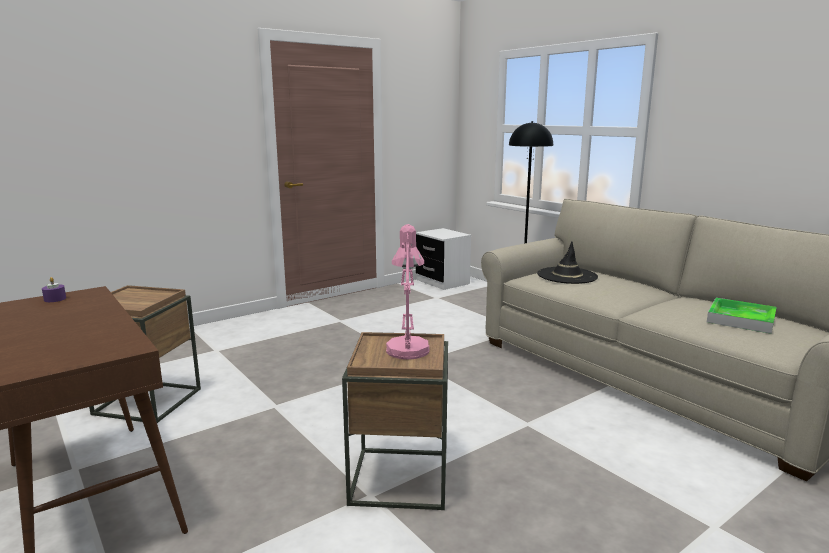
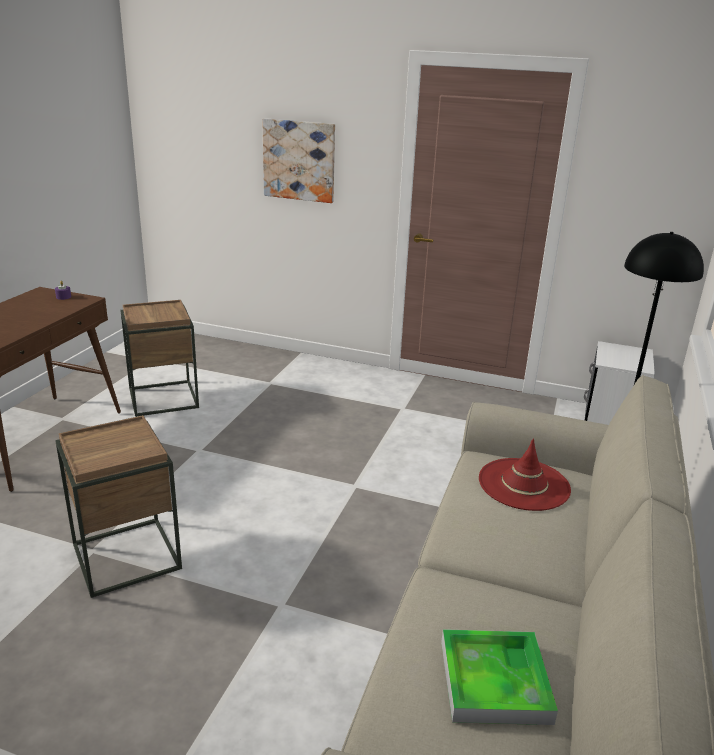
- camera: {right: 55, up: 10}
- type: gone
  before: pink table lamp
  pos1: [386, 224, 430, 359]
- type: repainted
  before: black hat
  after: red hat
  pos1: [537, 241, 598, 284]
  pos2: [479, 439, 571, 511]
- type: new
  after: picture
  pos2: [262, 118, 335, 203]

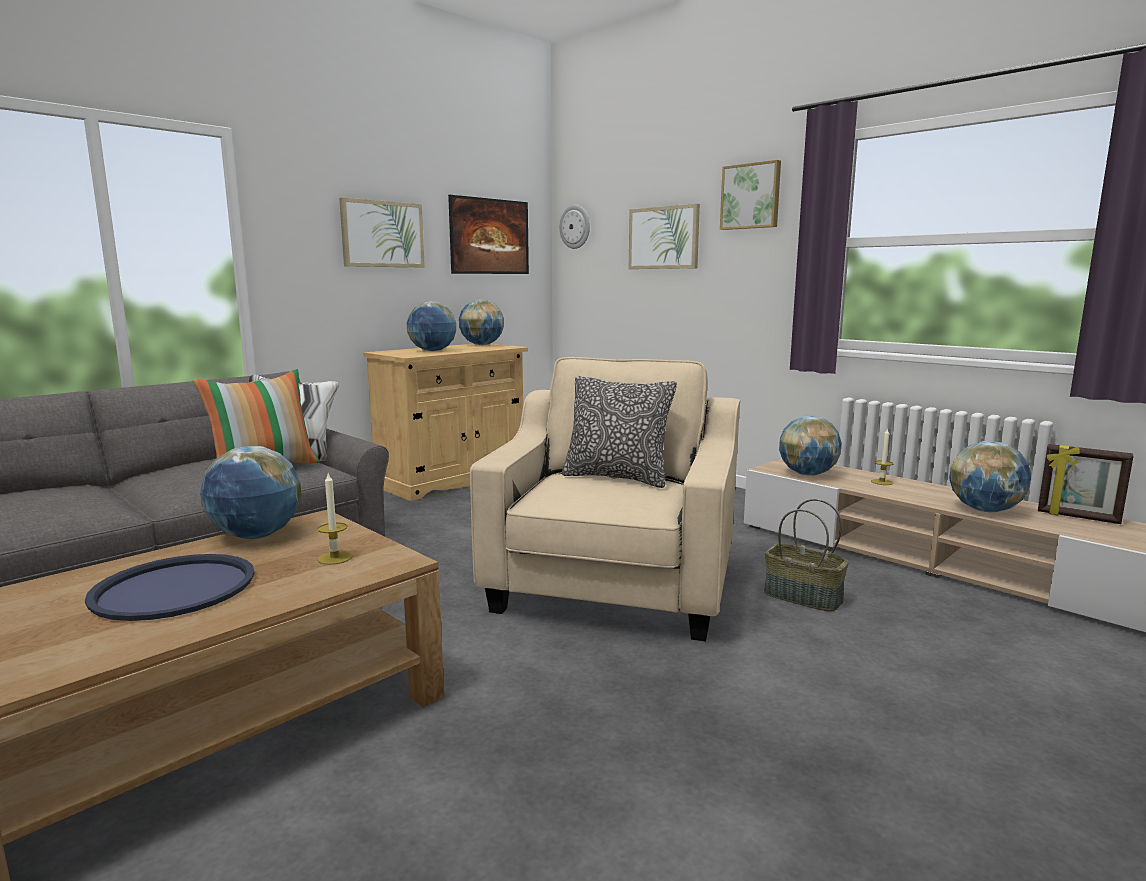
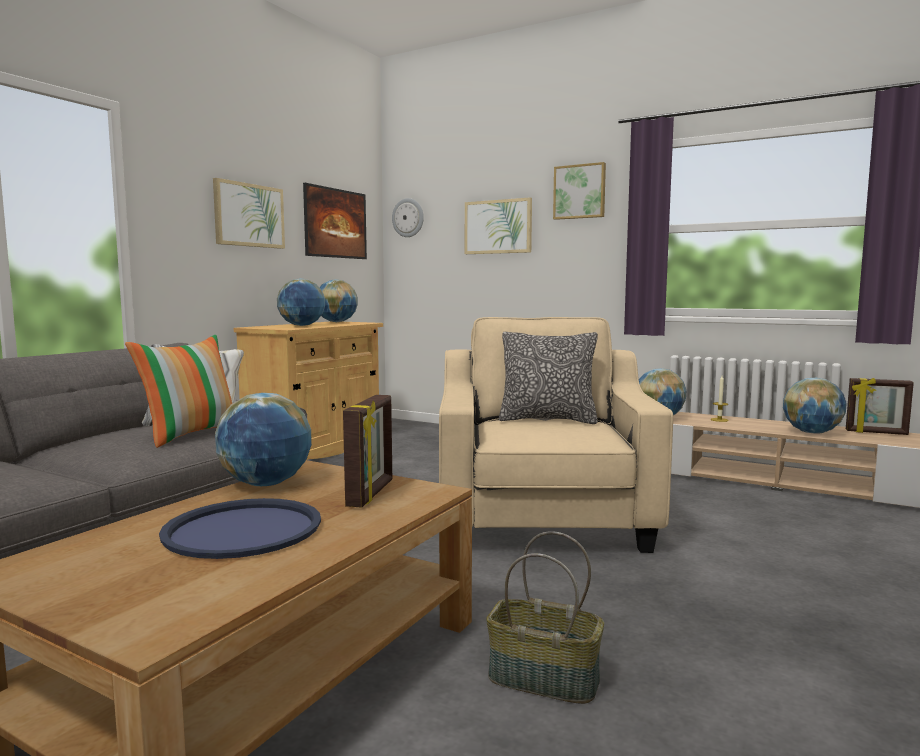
- camera: {right: -15, up: -5}
- type: swapped
  before: candle
  after: picture frame
  pos1: [317, 473, 352, 565]
  pos2: [343, 395, 392, 508]
- type: shifted
  before: basket
  pos1: [764, 499, 849, 612]
  pos2: [486, 531, 604, 704]

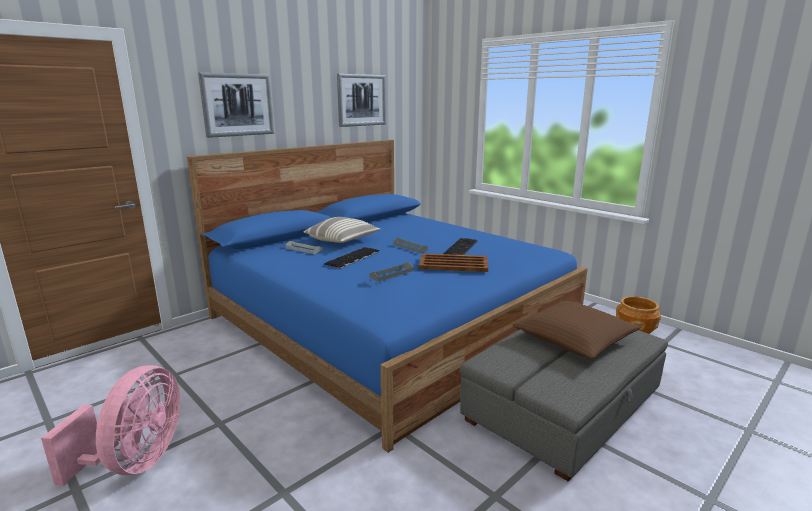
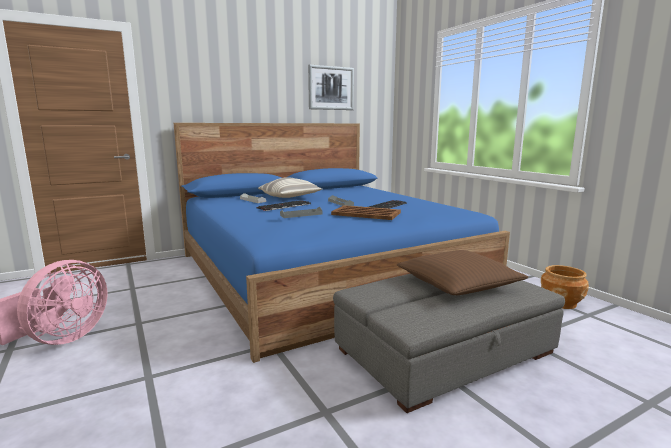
- camera: {right: 15, up: -5}
- type: gone
  before: picture
  pos1: [198, 73, 274, 138]

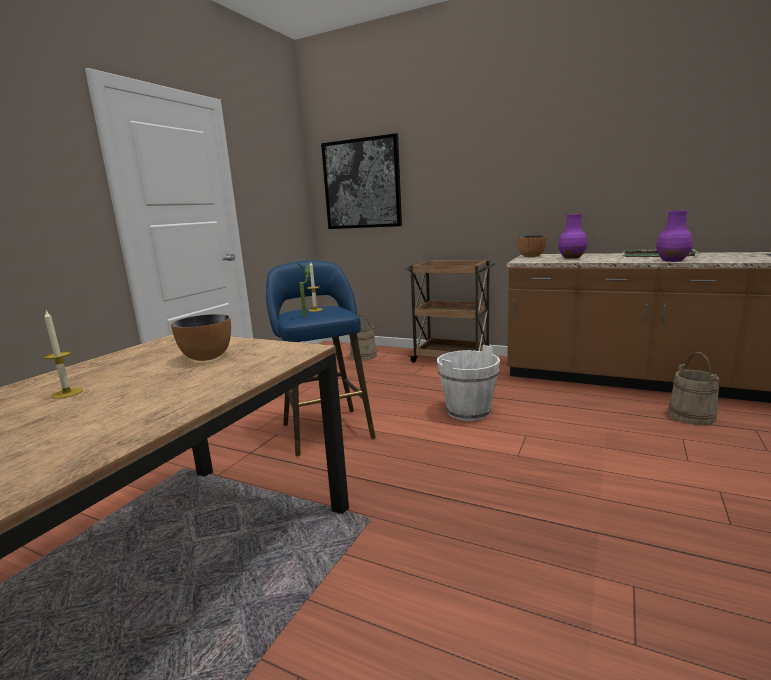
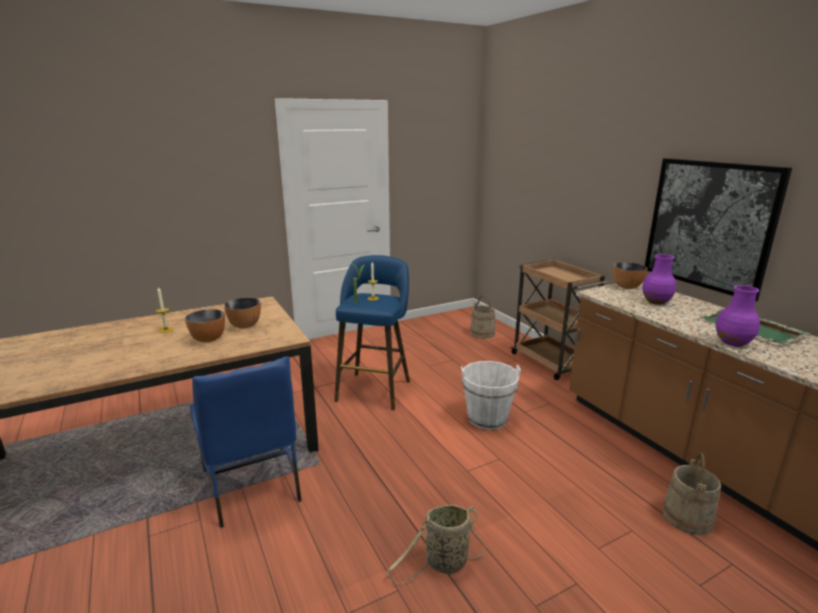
- camera: {right: 35, up: 5}
- type: shifted
  before: picture
  pos1: [321, 133, 402, 229]
  pos2: [645, 158, 792, 302]
- type: new
  after: bowl
  pos2: [185, 309, 225, 342]
- type: new
  after: blue chair
  pos2: [190, 357, 302, 528]
- type: new
  after: basket
  pos2: [387, 504, 486, 583]

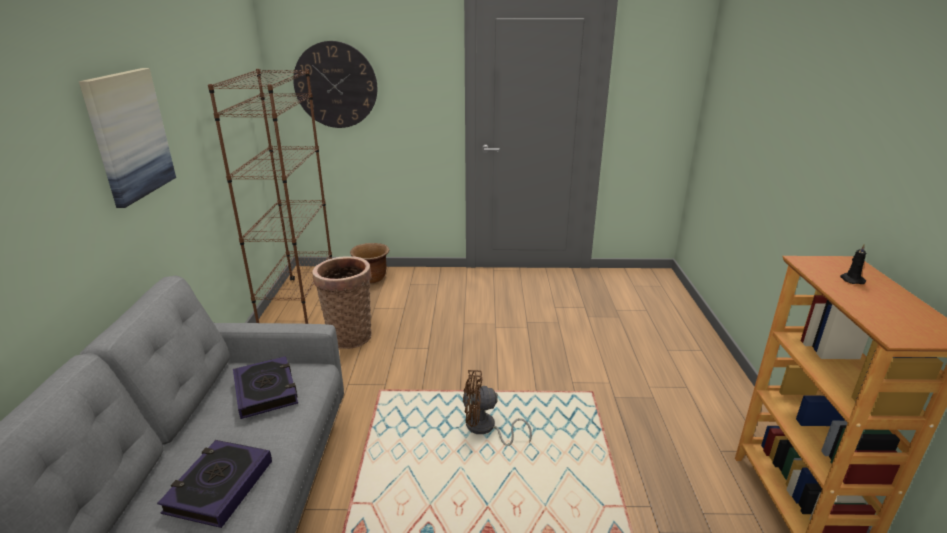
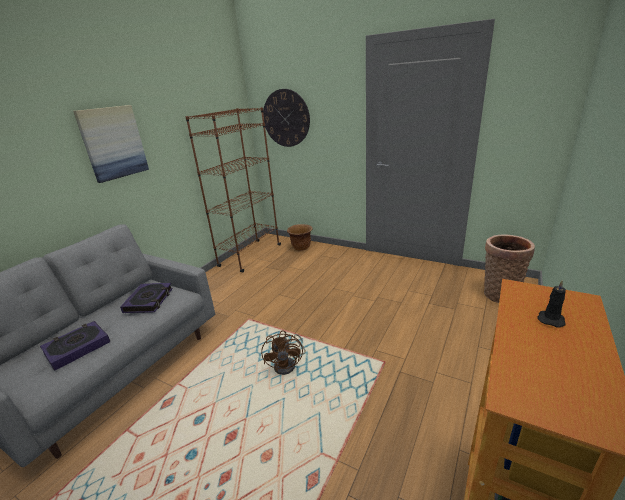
- camera: {right: 30, up: 0}
- type: shifted
  before: basket
  pos1: [312, 256, 372, 349]
  pos2: [484, 234, 535, 303]
- type: rotated
  before: brown fan
  pos1: [463, 370, 532, 446]
  pos2: [261, 330, 306, 375]
  turn: -120

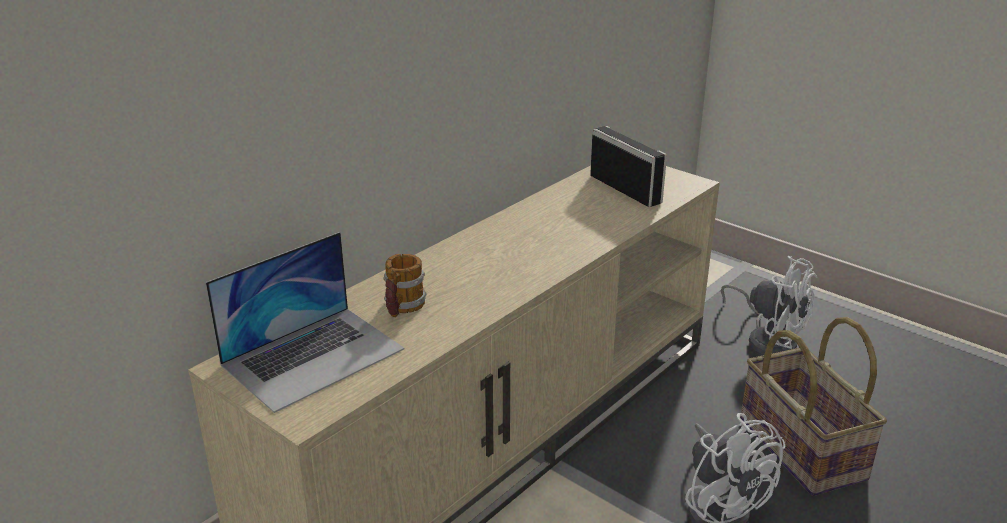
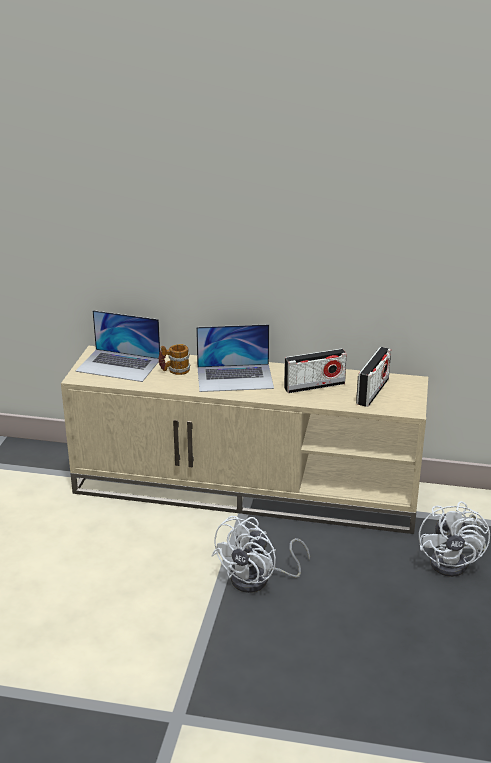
- camera: {right: 60, up: 0}
- type: gone
  before: basket
  pos1: [740, 317, 887, 496]
- type: new
  after: laptop
  pos2: [196, 324, 274, 392]
- type: new
  after: radio
  pos2: [284, 349, 347, 393]

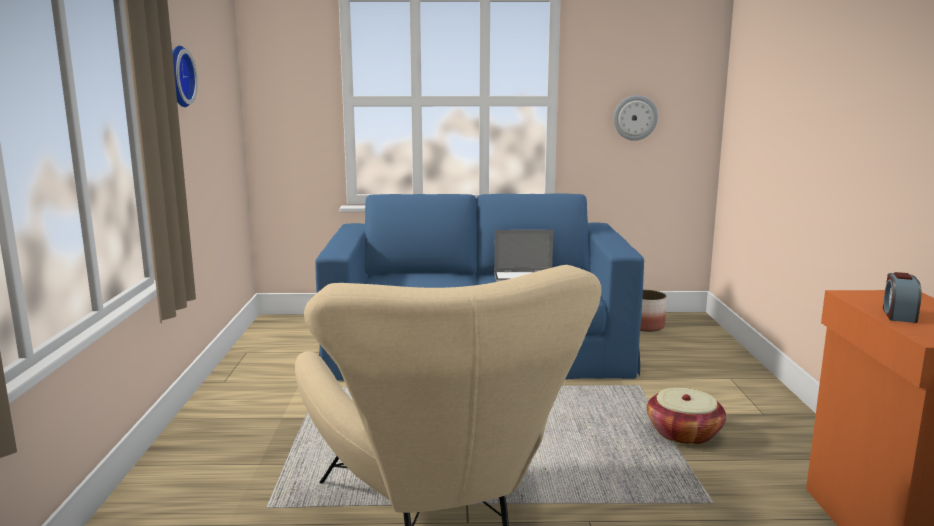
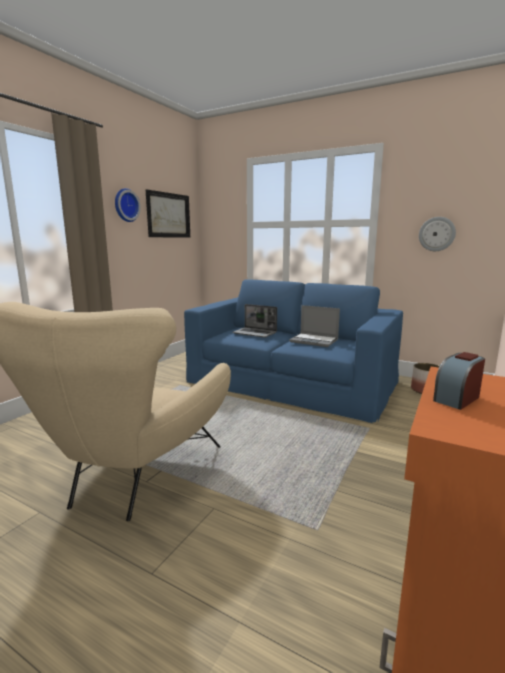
- camera: {right: 30, up: 0}
- type: gone
  before: basket
  pos1: [647, 388, 726, 445]
- type: new
  after: picture
  pos2: [146, 190, 190, 238]
- type: new
  after: laptop
  pos2: [232, 304, 277, 338]

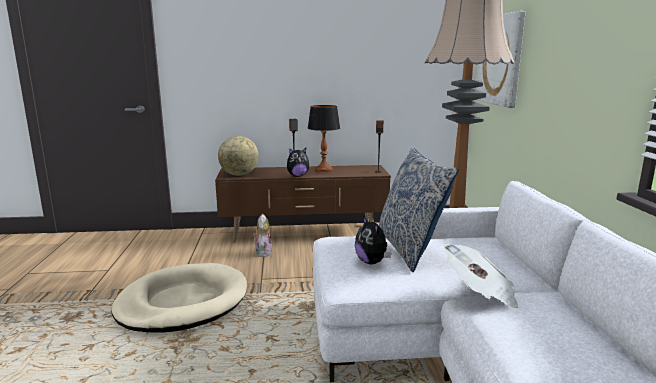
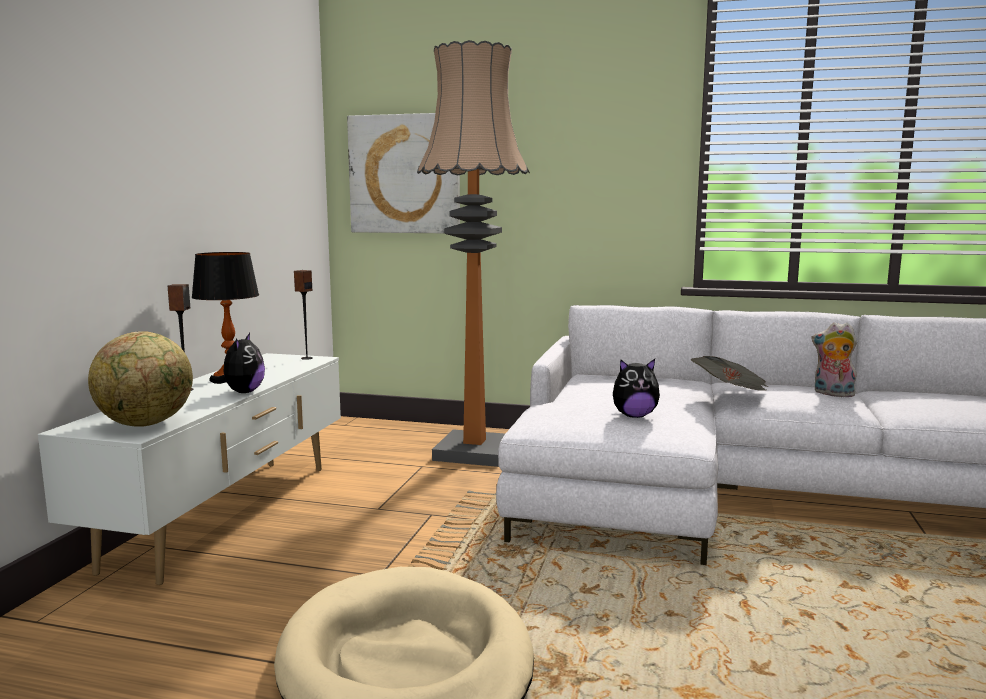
- camera: {right: -70, up: -5}
- type: repainted
  before: brown tv stand
  after: white tv stand
  pos1: [215, 165, 391, 242]
  pos2: [38, 353, 341, 585]
- type: shifted
  before: plush toy
  pos1: [253, 214, 272, 257]
  pos2: [811, 322, 857, 397]
- type: gone
  before: pillow
  pos1: [379, 147, 459, 272]

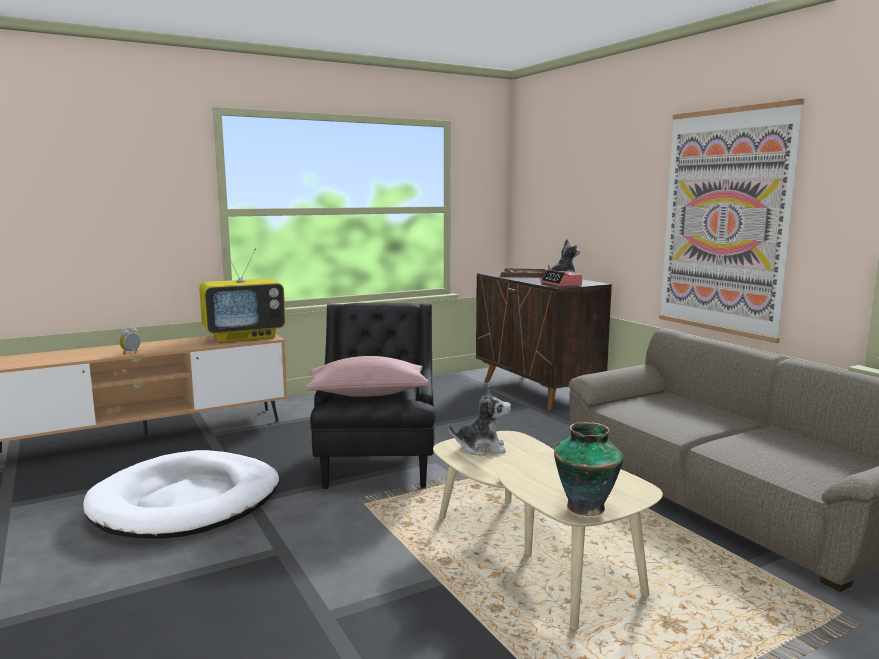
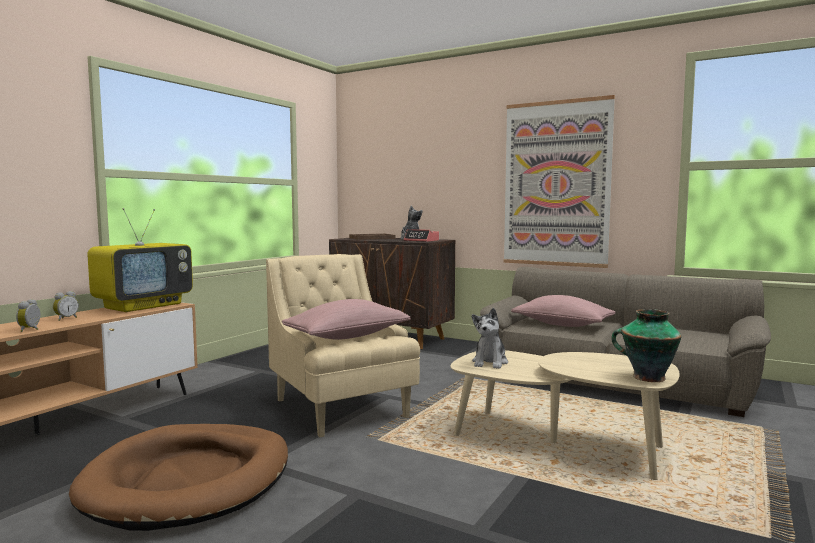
- camera: {right: -30, up: -5}
- type: repainted
  before: white dog bed
  after: brown dog bed
  pos1: [83, 450, 279, 539]
  pos2: [69, 424, 288, 531]
- type: repainted
  before: black armchair
  after: beige armchair
  pos1: [310, 303, 436, 489]
  pos2: [266, 254, 420, 437]
- type: rotated
  before: plush toy
  pos1: [448, 386, 511, 456]
  pos2: [472, 308, 508, 369]
  turn: 135
- type: new
  after: alarm clock
  pos2: [53, 291, 79, 321]
- type: new
  after: pink pillow
  pos2: [511, 295, 616, 327]

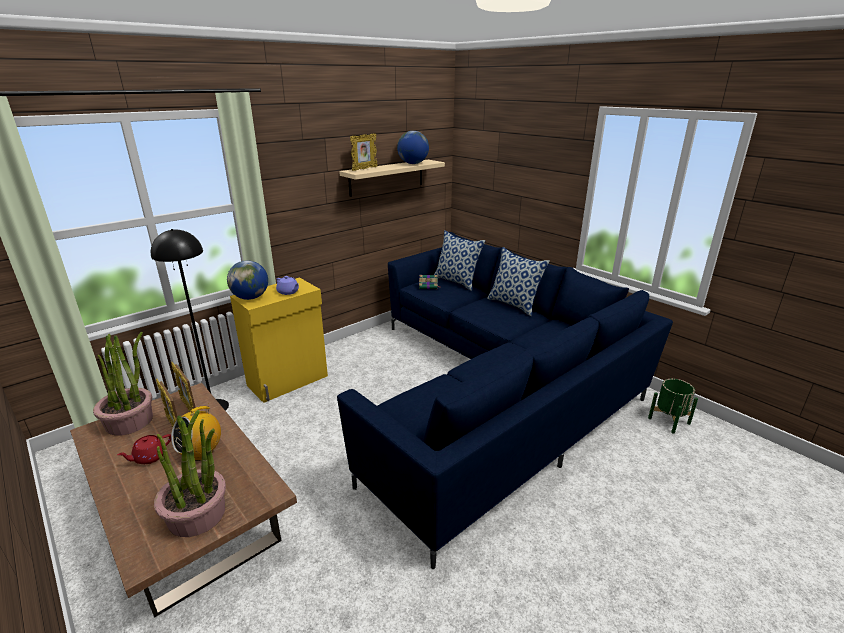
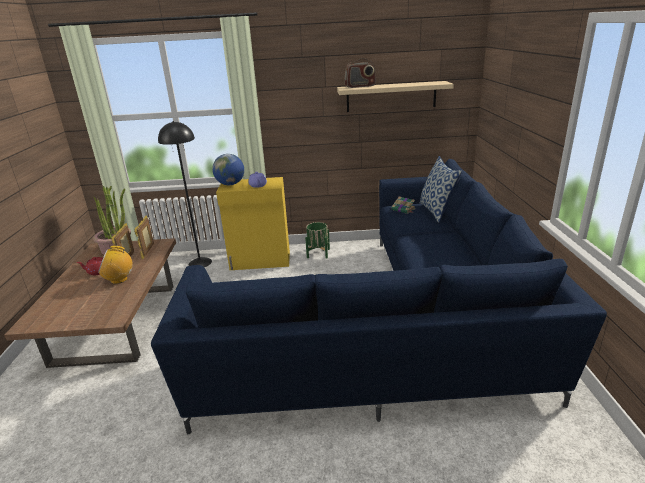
- camera: {right: 40, up: 0}
- type: gone
  before: potted plant
  pos1: [154, 410, 226, 537]
- type: swapped
  before: picture frame
  after: radio
  pos1: [350, 133, 378, 171]
  pos2: [345, 58, 376, 88]
- type: gone
  before: globe
  pos1: [397, 131, 429, 164]
- type: gone
  before: pillow
  pos1: [487, 247, 550, 316]
- type: shifted
  before: green planter
  pos1: [648, 379, 698, 434]
  pos2: [305, 222, 330, 259]

